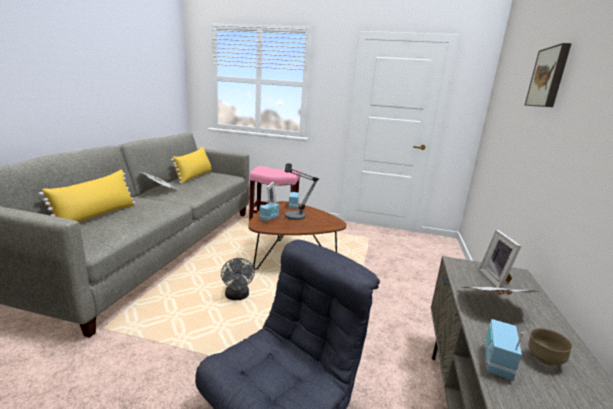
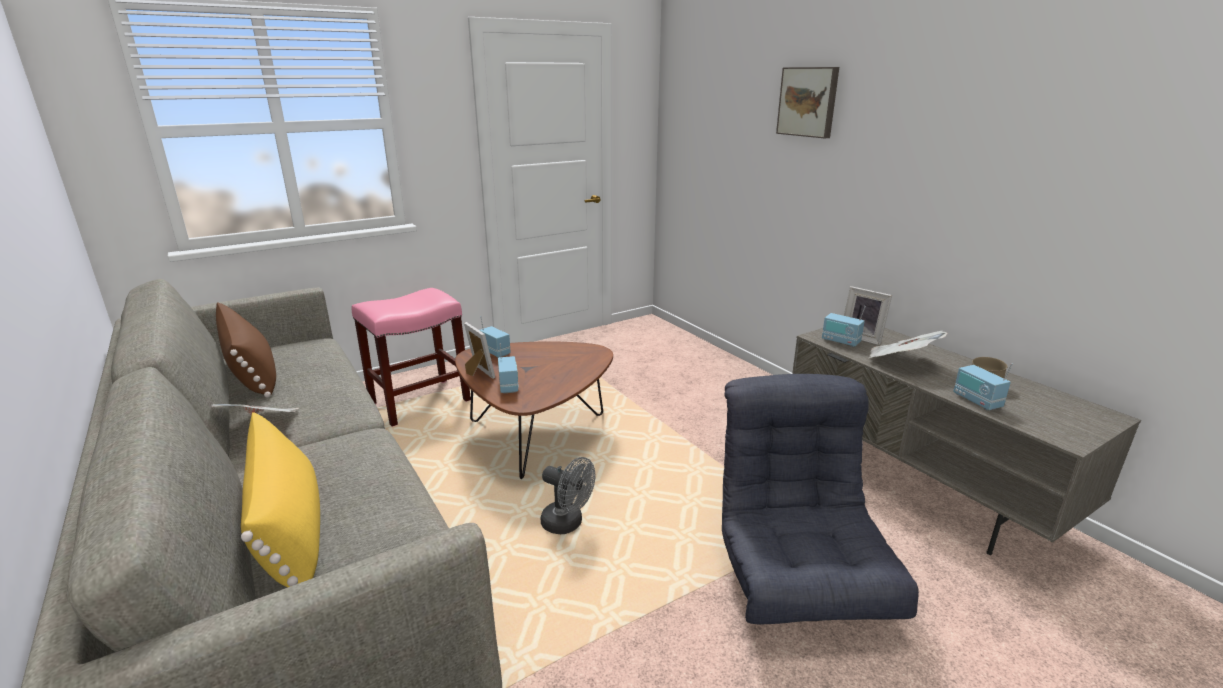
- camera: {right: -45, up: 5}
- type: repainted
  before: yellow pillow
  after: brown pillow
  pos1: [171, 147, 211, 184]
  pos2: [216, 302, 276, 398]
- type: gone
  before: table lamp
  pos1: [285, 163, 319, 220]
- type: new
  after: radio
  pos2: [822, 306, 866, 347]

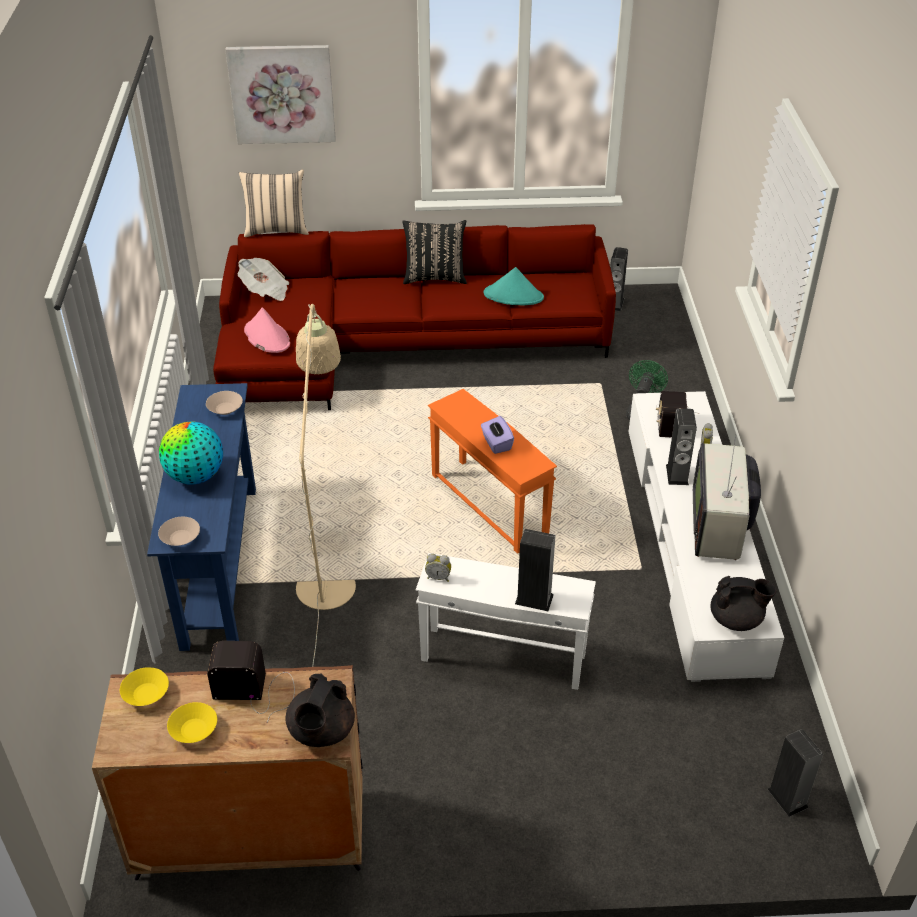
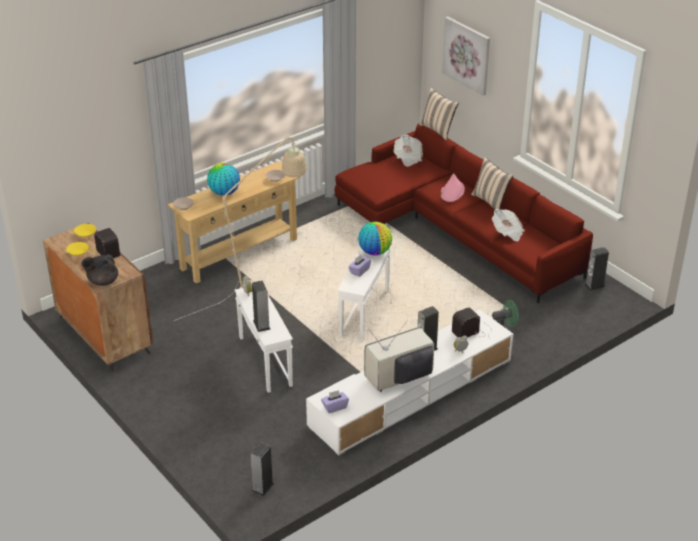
- camera: {right: 55, up: -5}
- type: repainted
  before: blue console table
  after: beige console table
  pos1: [147, 383, 256, 651]
  pos2: [168, 161, 301, 283]
- type: shifted
  before: pink hat
  pos1: [244, 307, 290, 353]
  pos2: [441, 173, 465, 202]
- type: repainted
  before: black pillow
  after: beige pillow
  pos1: [402, 220, 467, 284]
  pos2: [471, 157, 513, 210]
- type: repainted
  before: orange side table
  after: white side table
  pos1: [428, 389, 557, 554]
  pos2: [337, 248, 391, 341]
- type: swapped
  before: turquoise hat
  after: newspaper
  pos1: [484, 267, 544, 305]
  pos2: [492, 209, 525, 242]
- type: swapped
  before: black teapot
  after: purple tissue box
  pos1: [710, 576, 776, 631]
  pos2: [321, 390, 349, 413]
- type: new
  after: globe
  pos2: [358, 222, 392, 256]

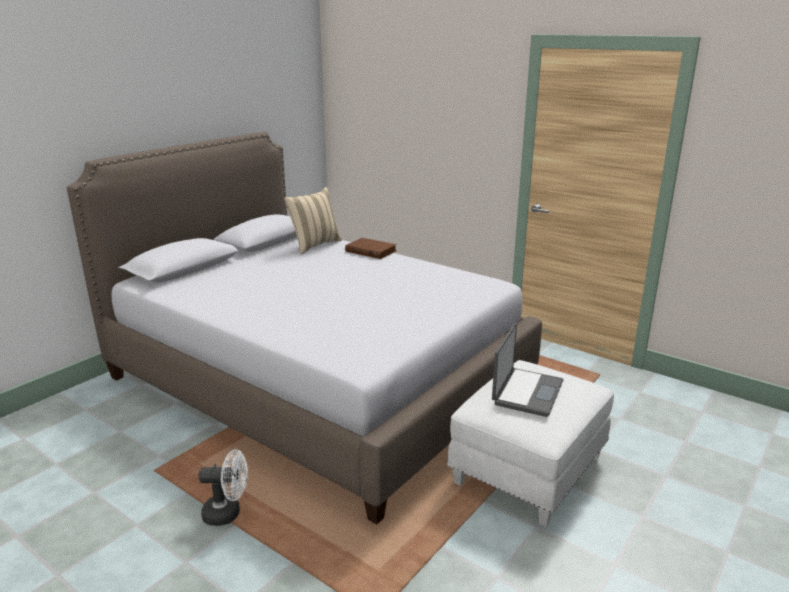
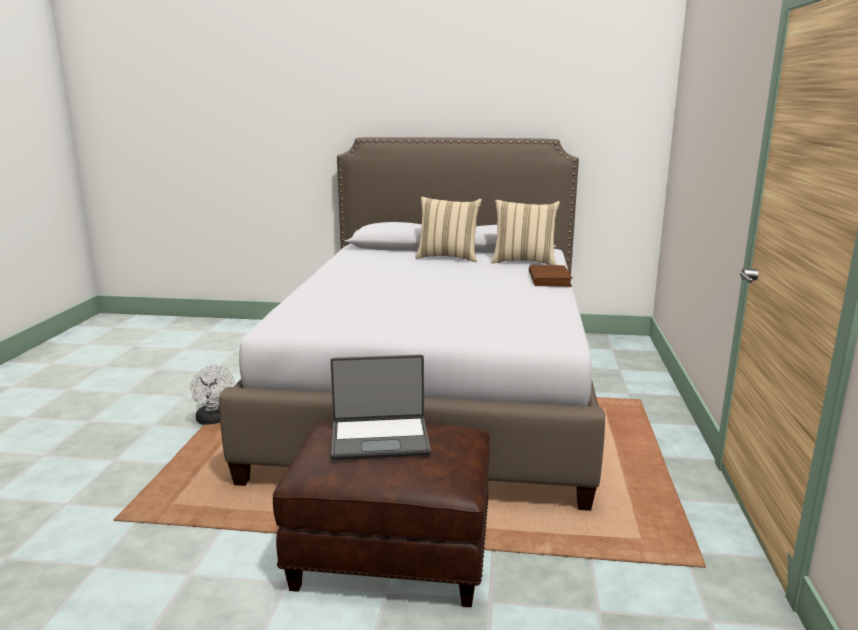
- camera: {right: 60, up: -5}
- type: repainted
  before: white ottoman
  after: brown ottoman
  pos1: [447, 360, 614, 527]
  pos2: [273, 420, 490, 607]
- type: new
  after: beige pillow
  pos2: [415, 197, 482, 262]

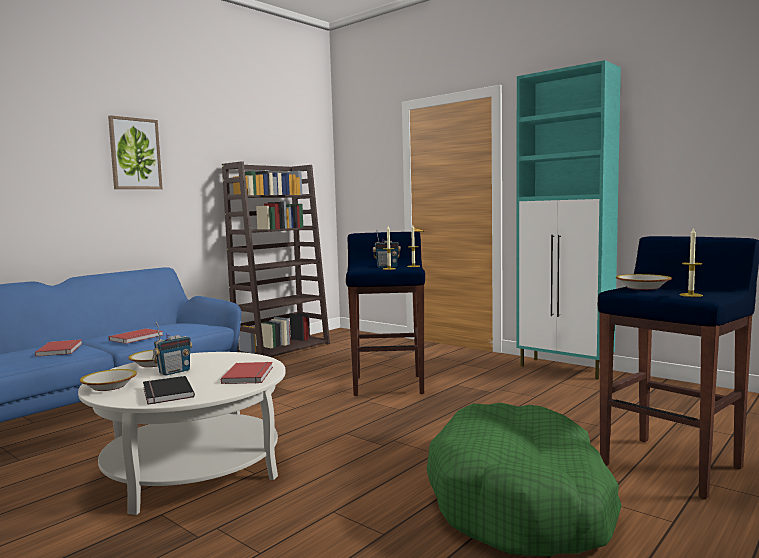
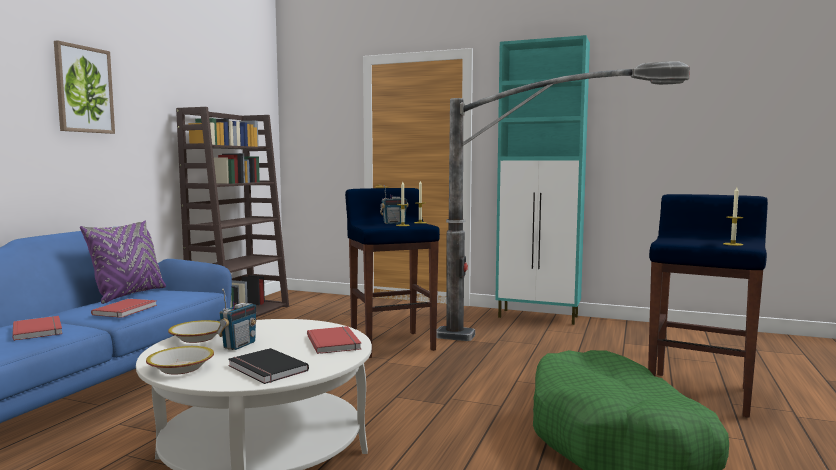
- camera: {right: -20, up: 0}
- type: gone
  before: bowl
  pos1: [616, 274, 672, 290]
- type: new
  after: purple pillow
  pos2: [80, 220, 166, 304]
- type: new
  after: floor lamp
  pos2: [436, 61, 690, 341]

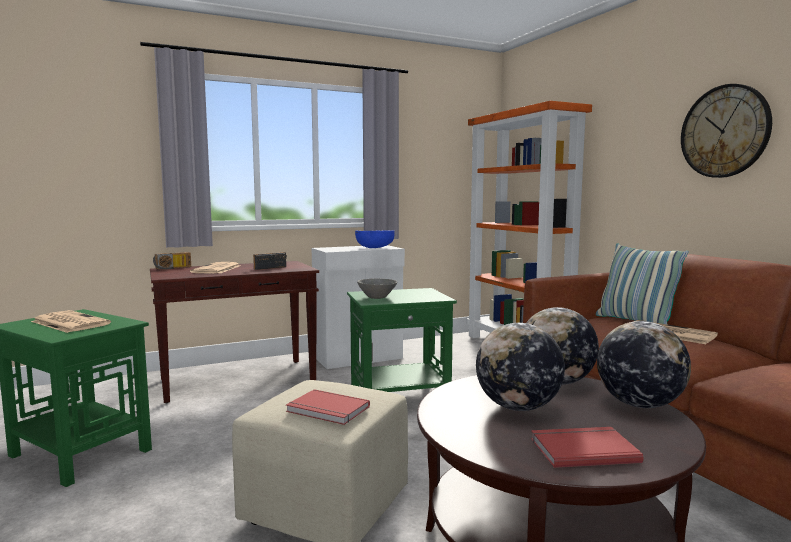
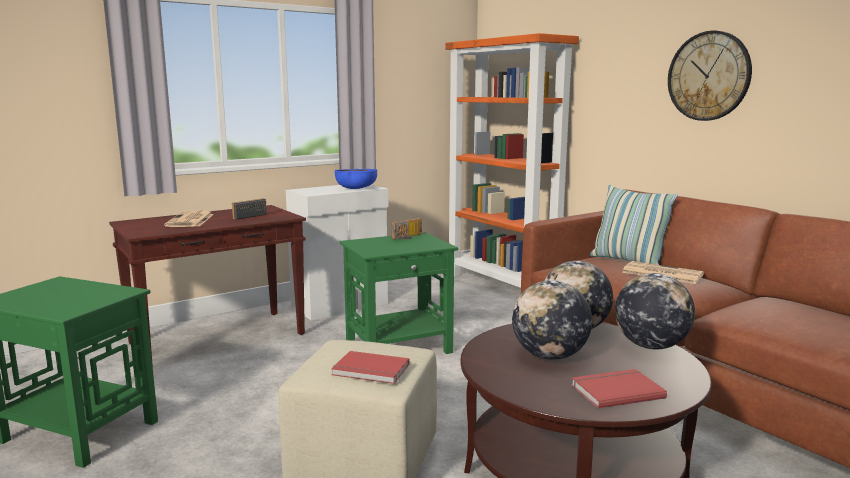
- camera: {right: -10, up: 5}
- type: gone
  before: newspaper
  pos1: [31, 310, 111, 333]
- type: shifted
  before: radio
  pos1: [153, 252, 191, 269]
  pos2: [391, 218, 422, 240]
- type: gone
  before: grey bowl
  pos1: [357, 278, 397, 299]

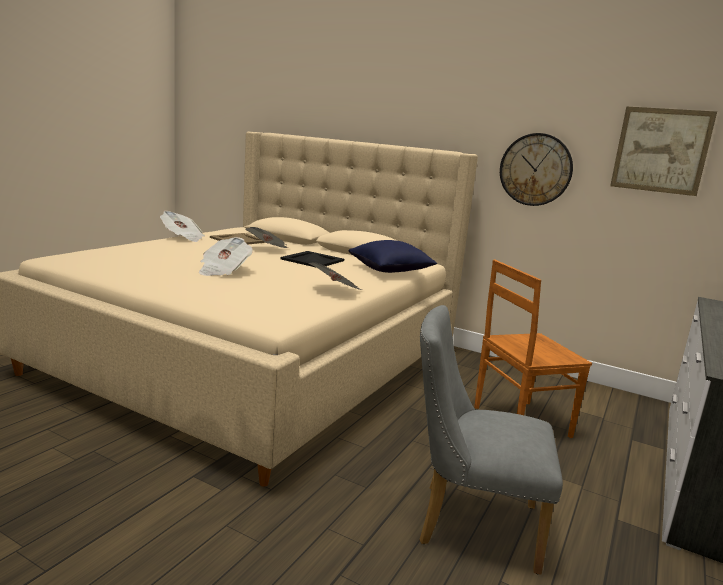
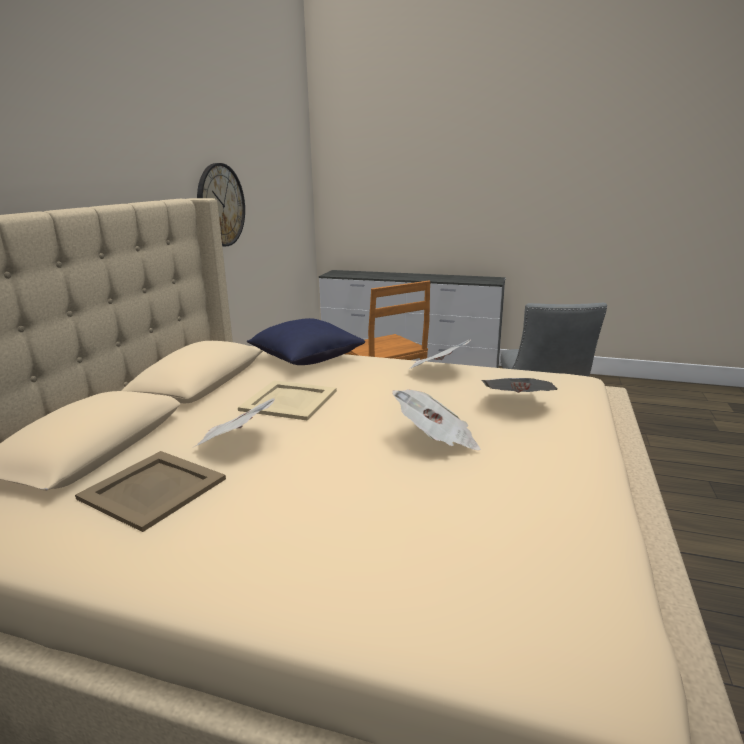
- camera: {right: -100, up: 5}
- type: shifted
  before: newspaper
  pos1: [160, 211, 205, 242]
  pos2: [481, 378, 558, 393]
- type: repainted
  before: black tray
  after: beige tray
  pos1: [281, 251, 344, 267]
  pos2: [238, 381, 337, 420]
- type: gone
  before: picture
  pos1: [610, 106, 717, 196]

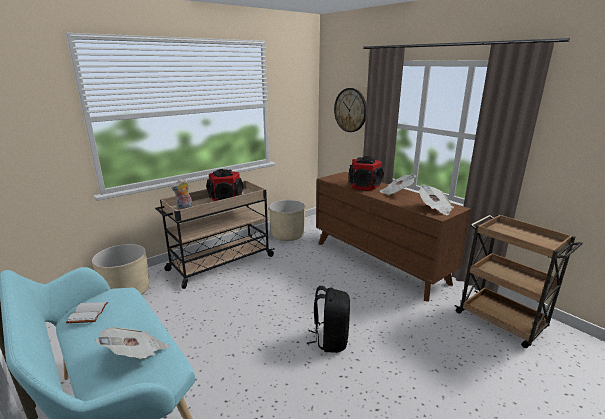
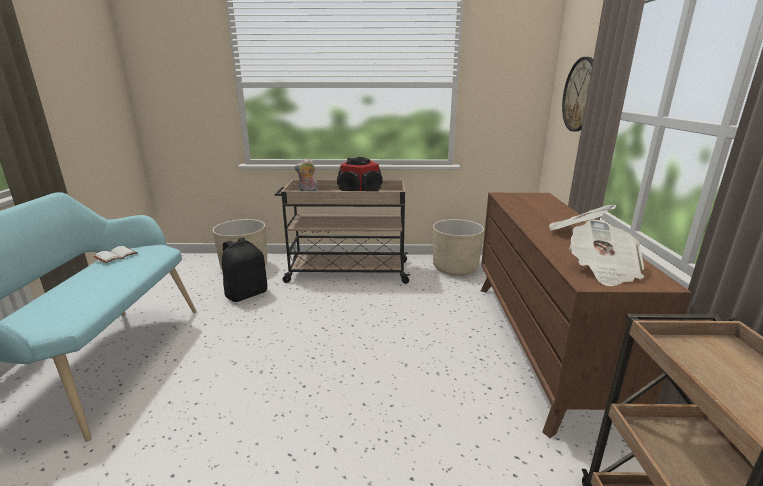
- camera: {right: 40, up: 0}
- type: gone
  before: newspaper
  pos1: [95, 327, 169, 359]
- type: shifted
  before: black backpack
  pos1: [307, 286, 350, 353]
  pos2: [222, 237, 267, 302]
- type: gone
  before: speaker
  pos1: [349, 156, 384, 191]

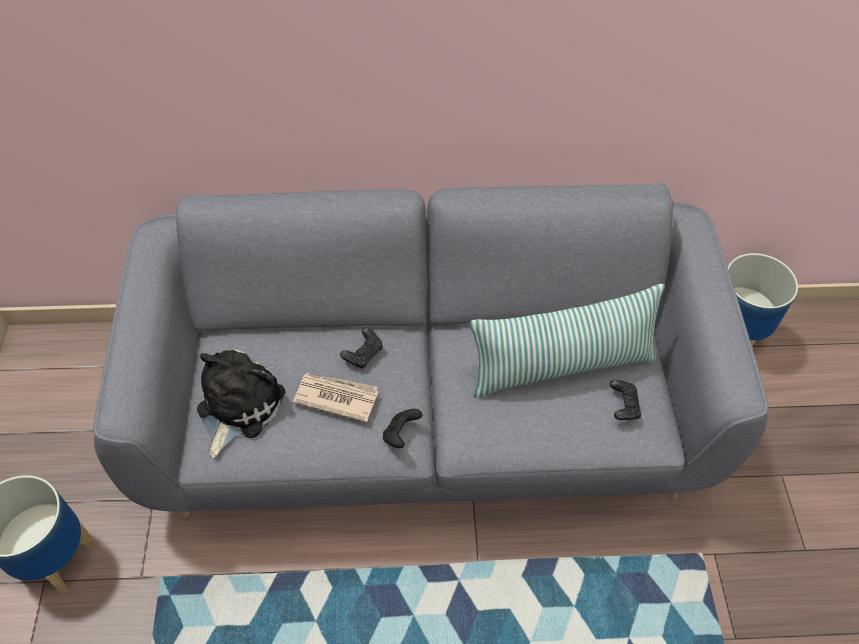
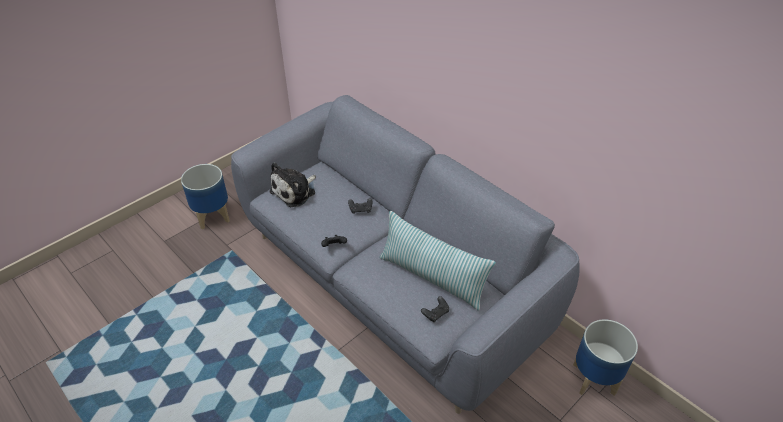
- camera: {right: 50, up: -10}
- type: rotated
  before: plush toy
  pos1: [197, 349, 285, 458]
  pos2: [270, 162, 316, 207]
  turn: 150
- type: gone
  before: newspaper
  pos1: [293, 373, 379, 423]

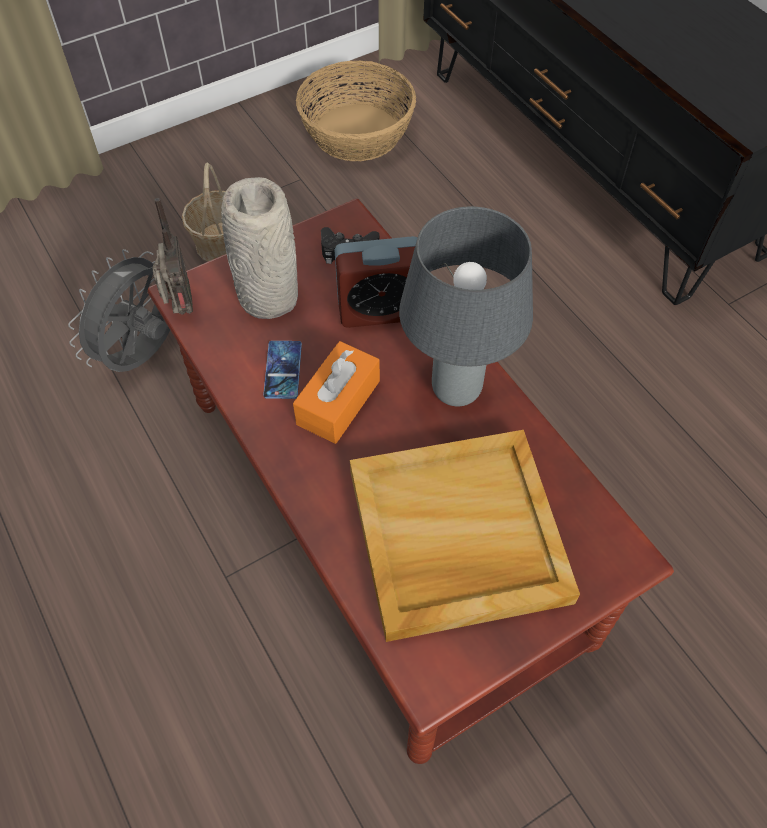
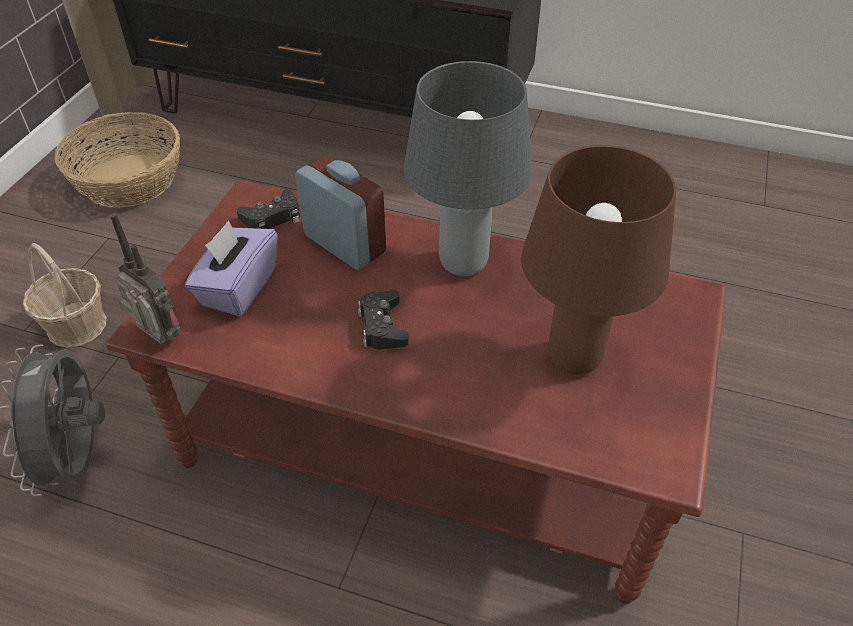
- camera: {right: -40, up: -10}
- type: swapped
  before: grey vase
  after: purple tissue box
  pos1: [221, 177, 298, 319]
  pos2: [185, 220, 277, 316]
- type: gone
  before: phone
  pos1: [263, 341, 302, 399]
- type: swapped
  before: orange tissue box
  after: black game controller
  pos1: [293, 341, 380, 444]
  pos2: [358, 290, 409, 349]
- type: rotated
  before: alarm clock
  pos1: [334, 236, 418, 328]
  pos2: [295, 155, 386, 270]
  turn: -90
- type: swapped
  before: beige tray
  after: brown table lamp
  pos1: [350, 430, 580, 642]
  pos2: [521, 145, 676, 375]

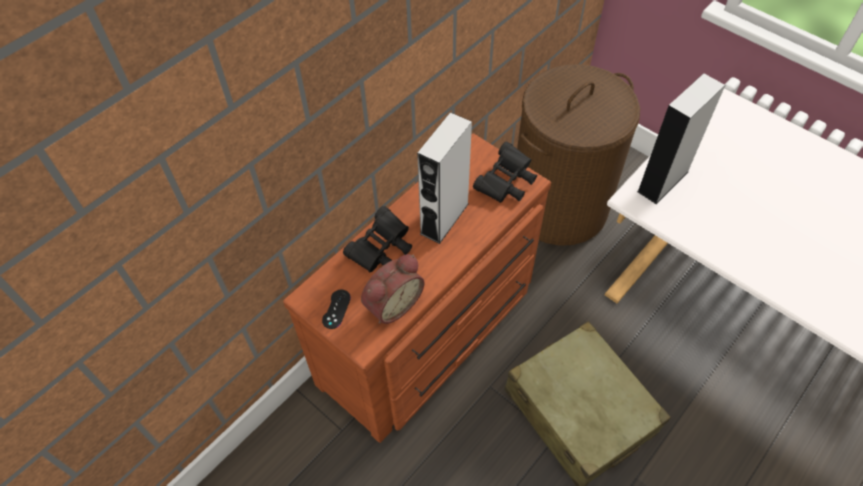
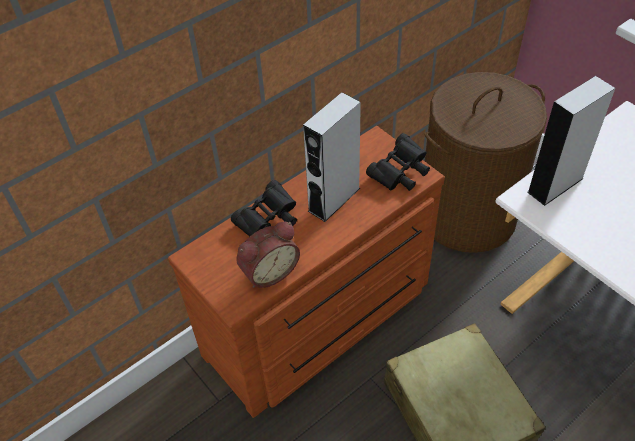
- camera: {right: 10, up: -5}
- type: gone
  before: black game controller
  pos1: [322, 289, 351, 329]

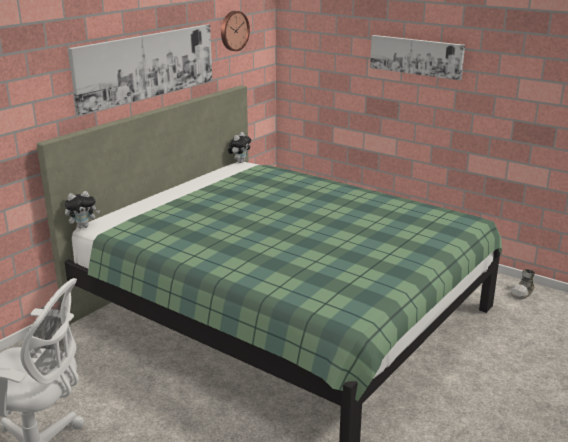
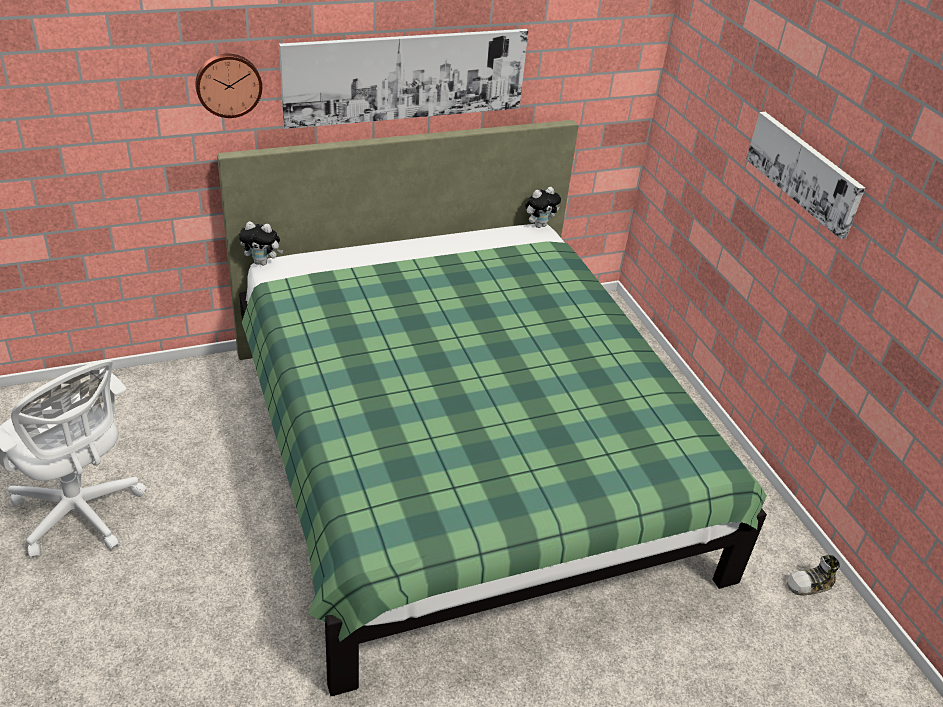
- camera: {right: 30, up: 15}
- type: shifted
  before: wall clock
  pos1: [221, 11, 250, 51]
  pos2: [195, 54, 262, 118]

